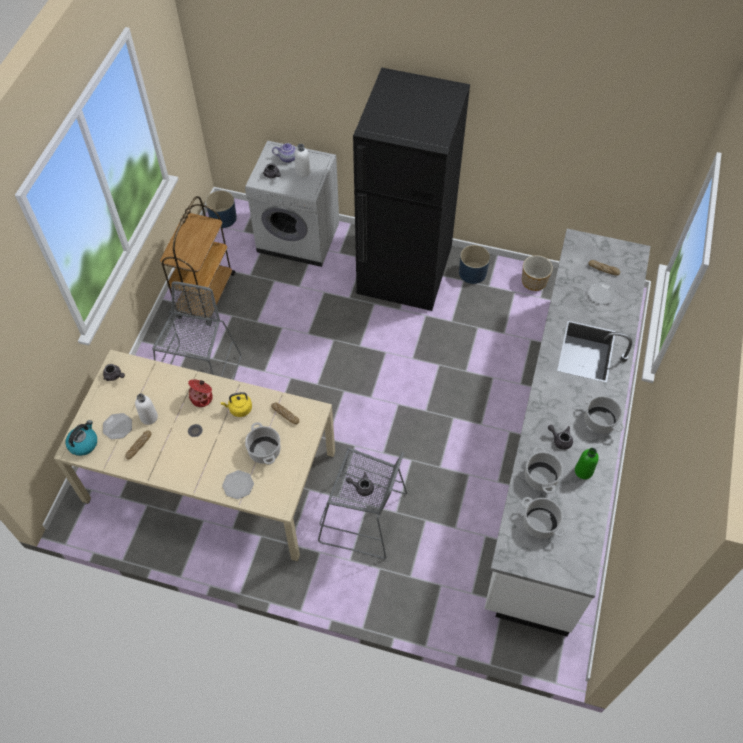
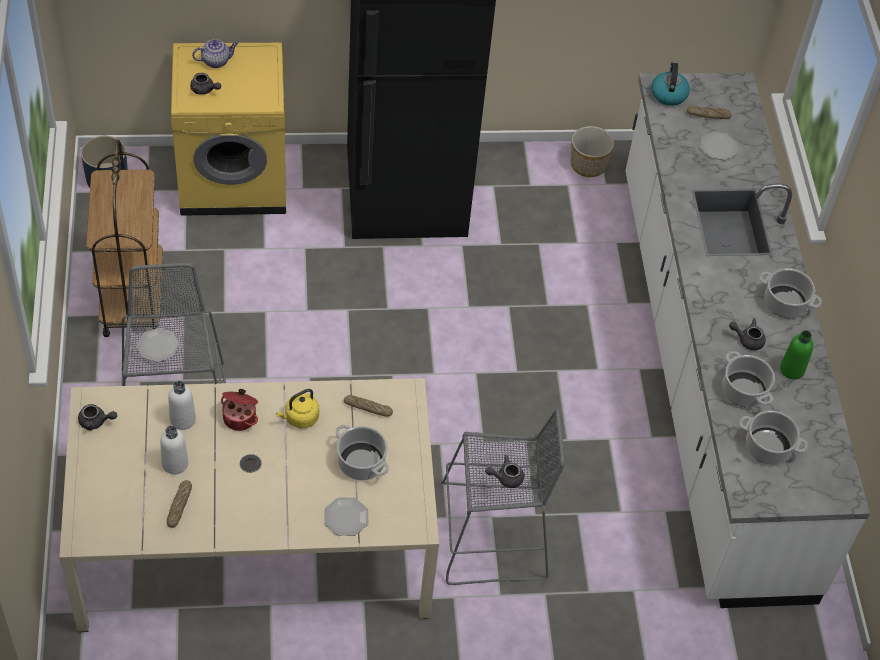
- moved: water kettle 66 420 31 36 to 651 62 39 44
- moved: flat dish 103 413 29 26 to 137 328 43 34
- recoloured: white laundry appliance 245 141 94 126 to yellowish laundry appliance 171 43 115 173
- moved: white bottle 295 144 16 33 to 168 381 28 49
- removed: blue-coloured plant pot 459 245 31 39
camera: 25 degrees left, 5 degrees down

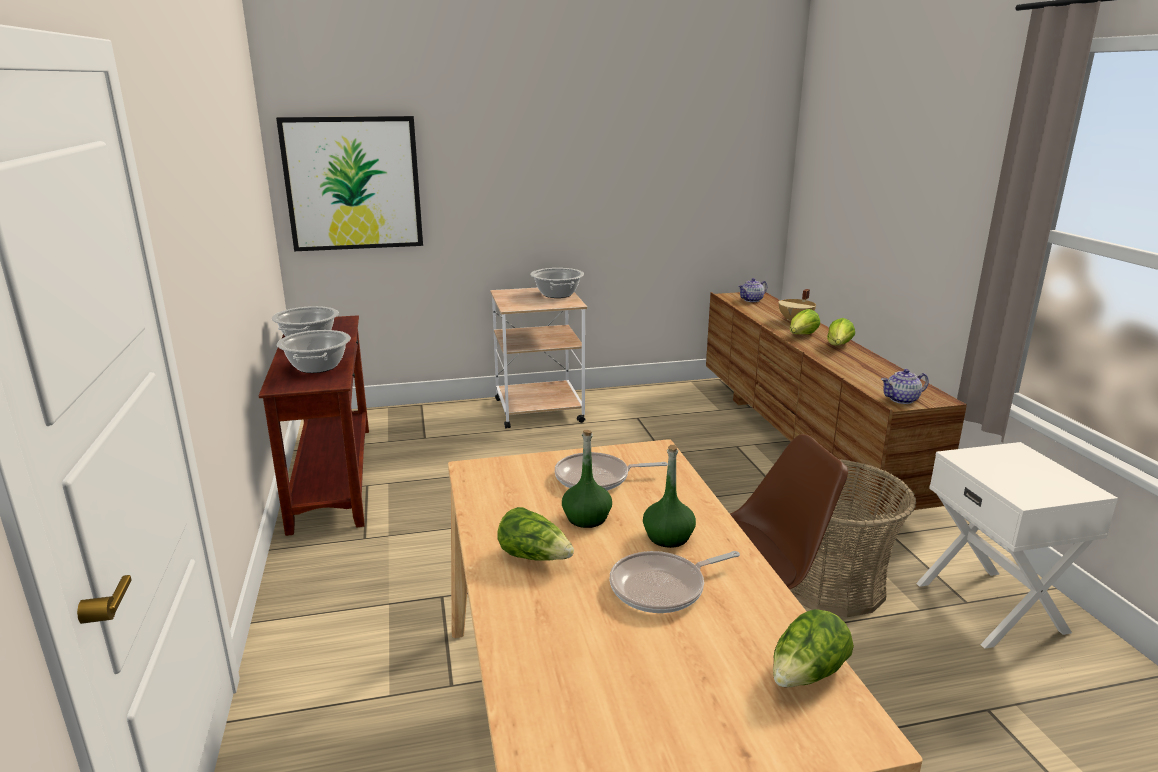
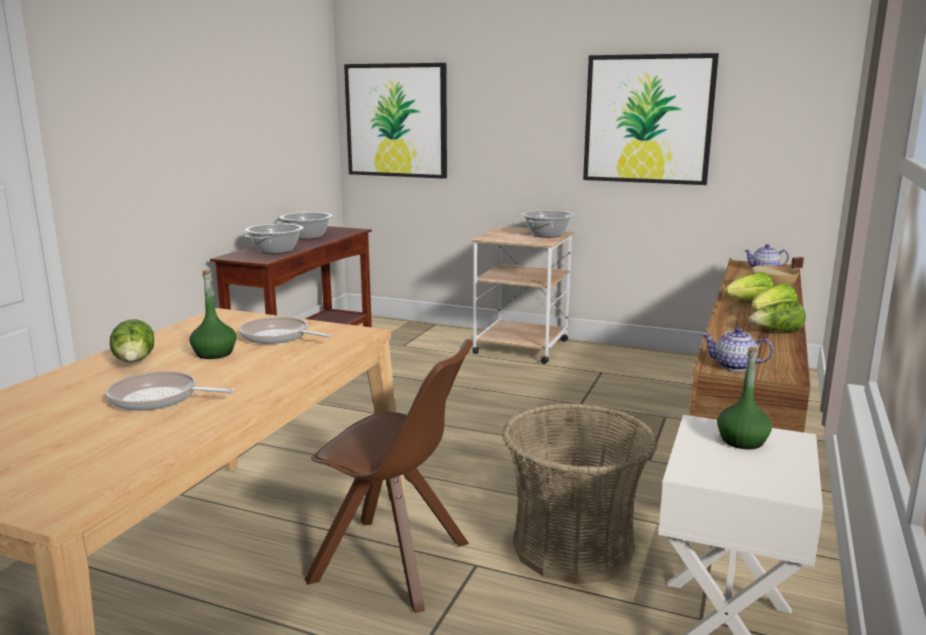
- moved: greenish bottle 643 445 53 103 to 717 347 55 102
- moved: lettuce head 773 609 81 78 to 749 301 57 31
- added: wall art 583 53 136 132
camera: 35 degrees right, 5 degrees down

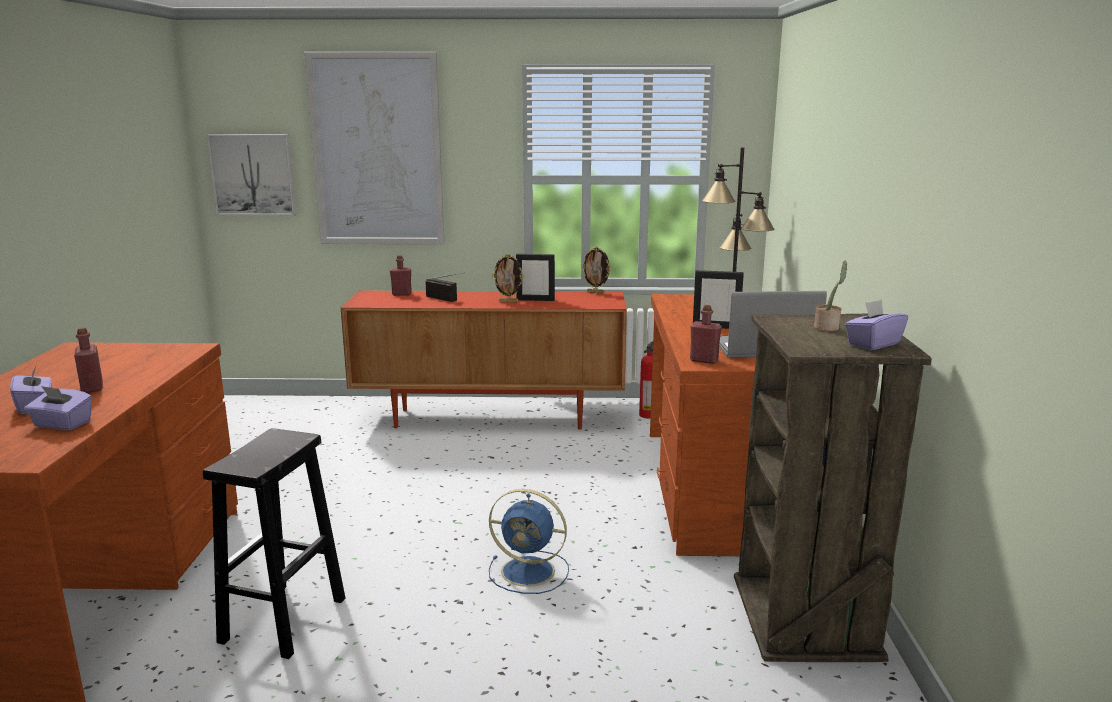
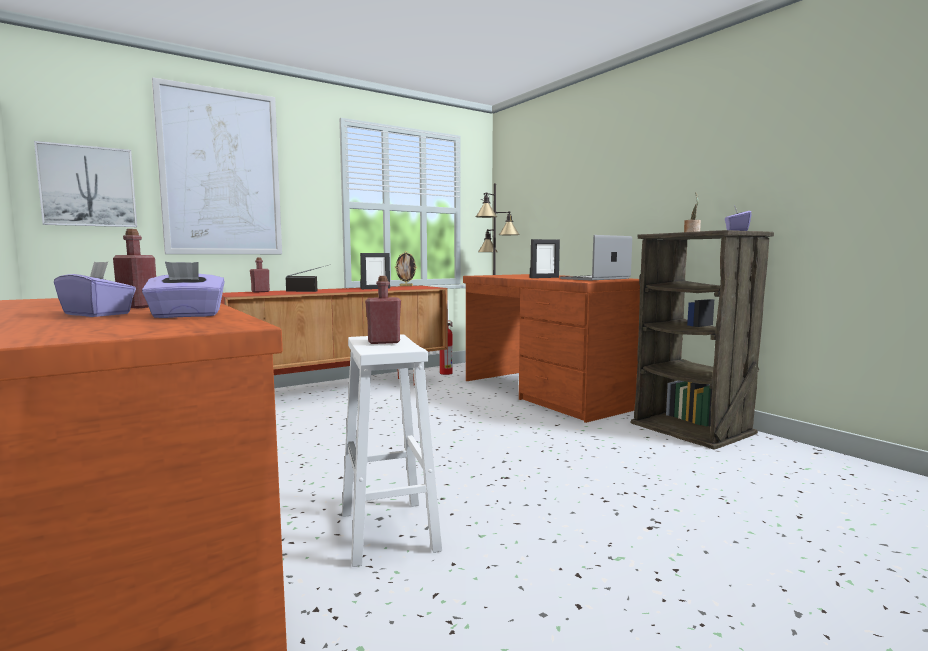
- recoloured: black-coloured stool seat 203 428 142 231 to white stool seat 342 335 100 232
- removed: blue-coloured fan 489 489 80 105
- removed: standing frame 492 254 32 48
- moved: reddish bottle 690 305 32 59 to 365 276 36 68
camera: 35 degrees left, 10 degrees down

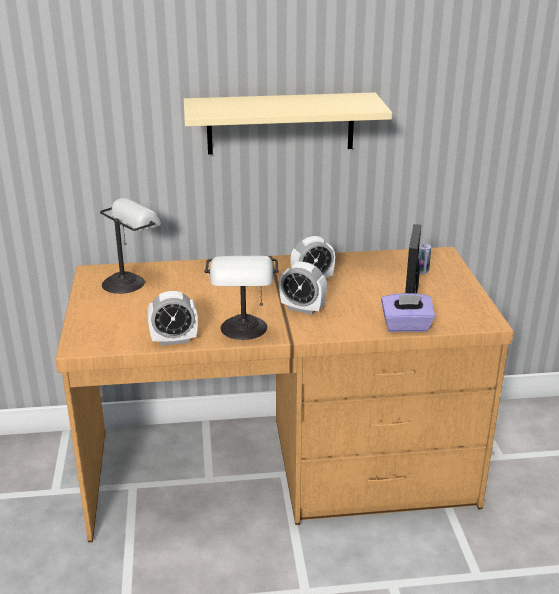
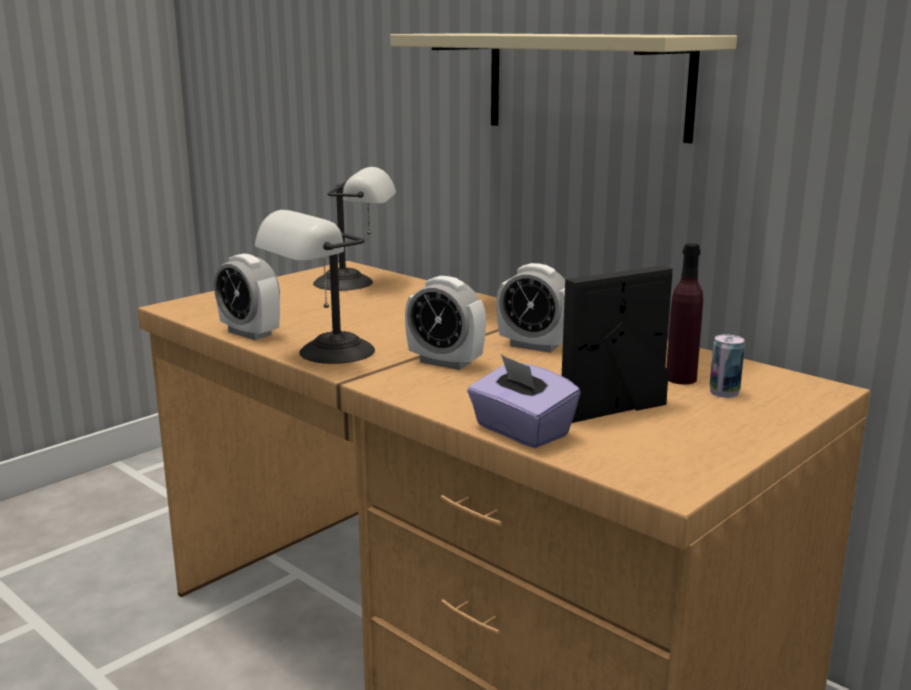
- turned: table clock 279 262 48 53 = 405 276 81 94 45 degrees counterclockwise
- added: purple-coloured bottle 666 243 37 141
camera: 50 degrees right, 10 degrees down

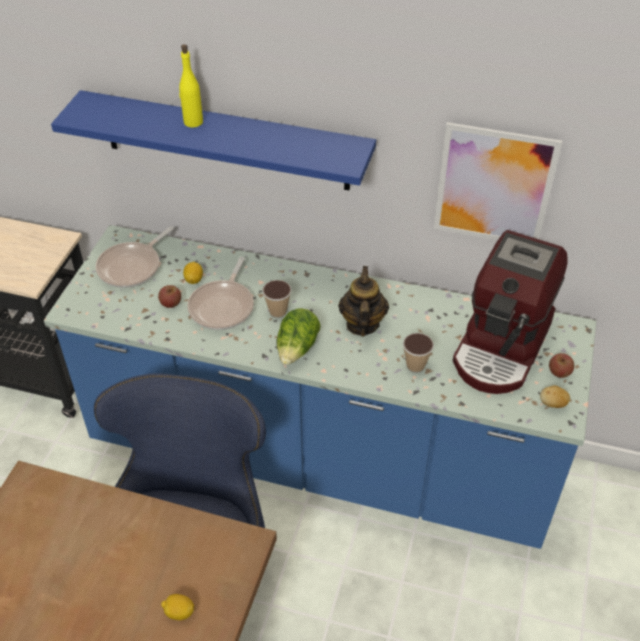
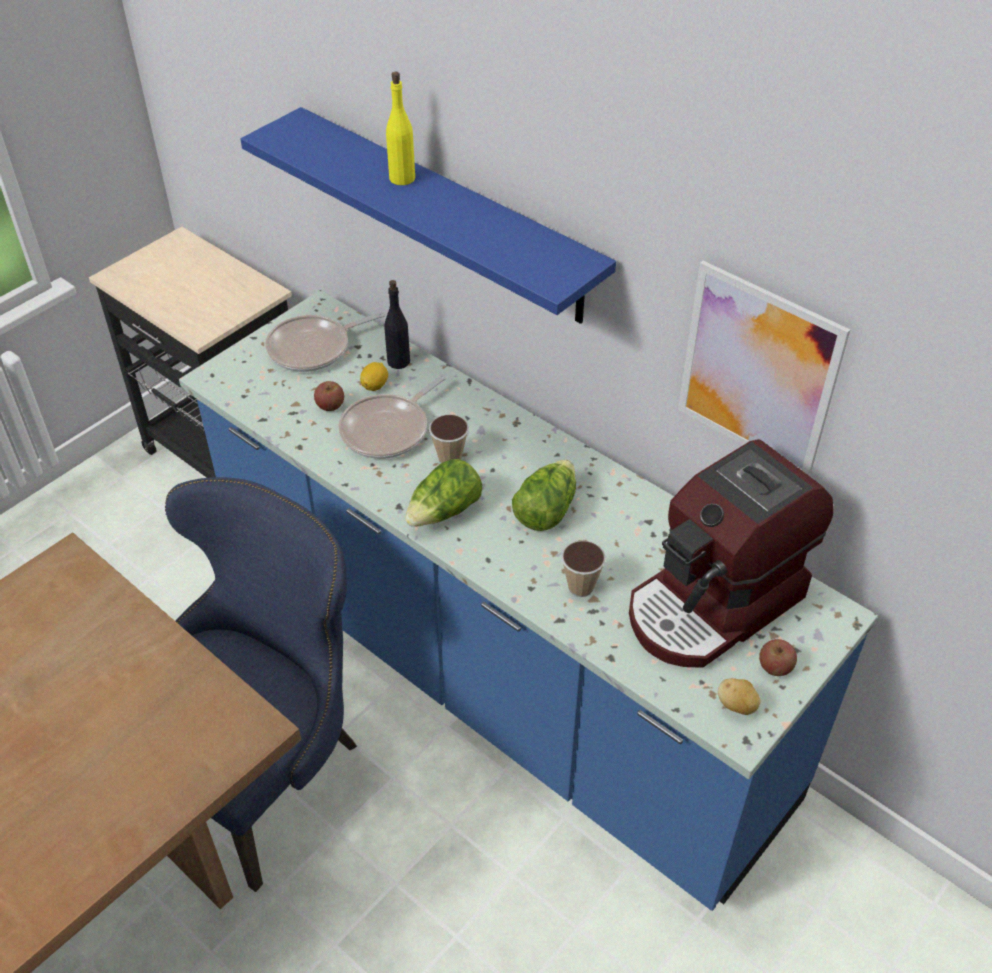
- removed: lemon 161 594 33 26
- replaced: tea pot 338 266 51 71 to lettuce head 512 460 64 71
- added: black-coloured bottle 384 280 26 89
camera: 25 degrees right, 0 degrees up

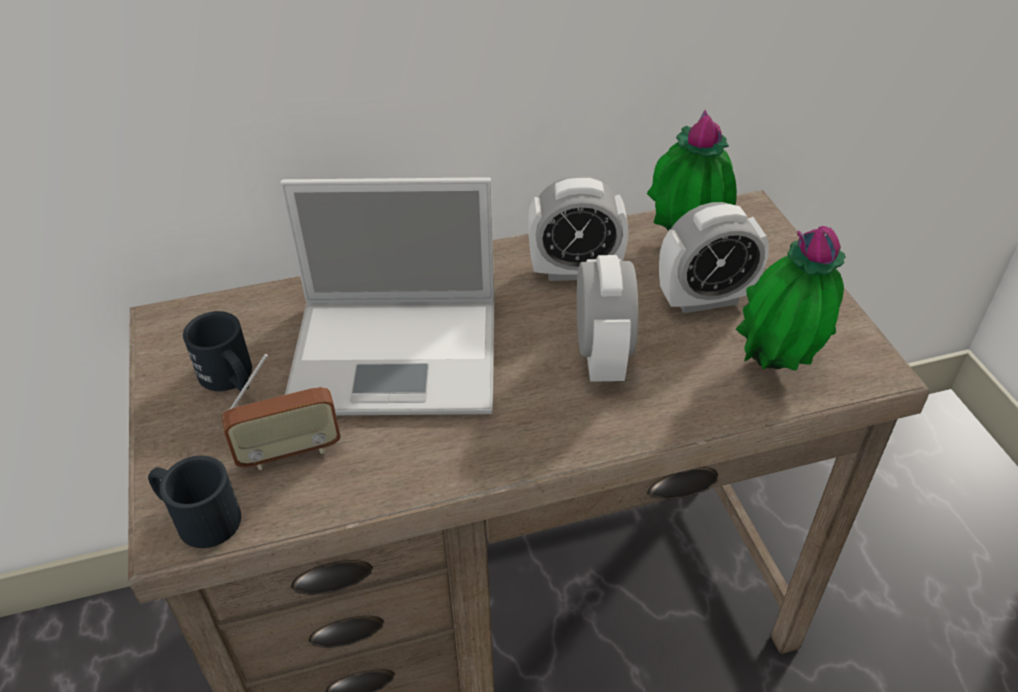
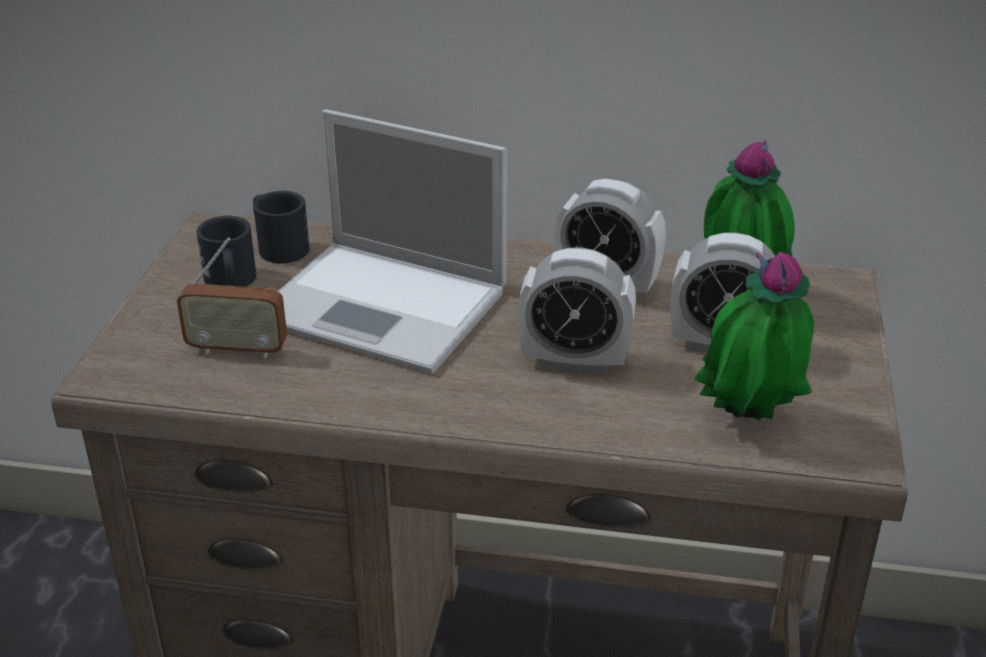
- moved: black-coloured mug 148 456 93 92 to 253 191 57 72
- turned: table clock 577 255 61 127 = 517 247 119 128 75 degrees clockwise
camera: 25 degrees right, 10 degrees down

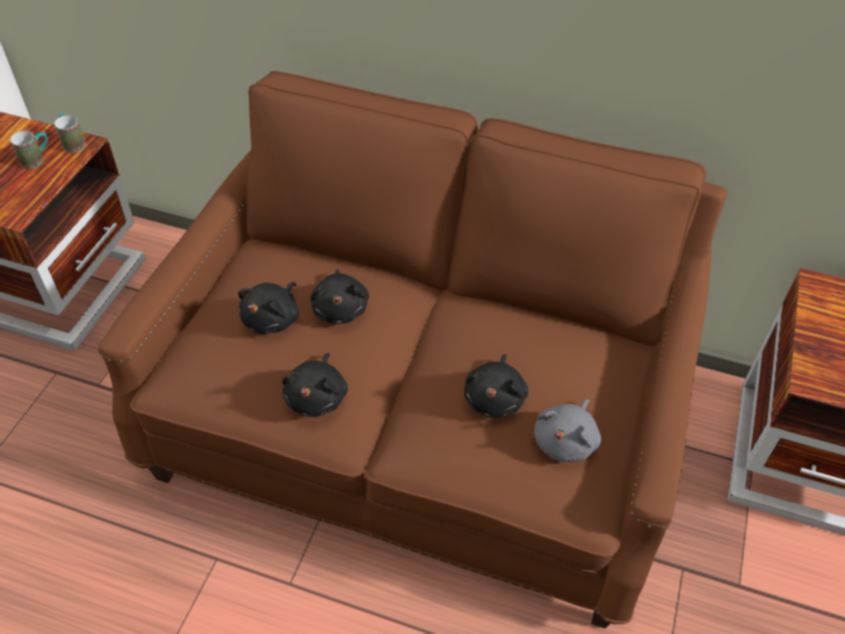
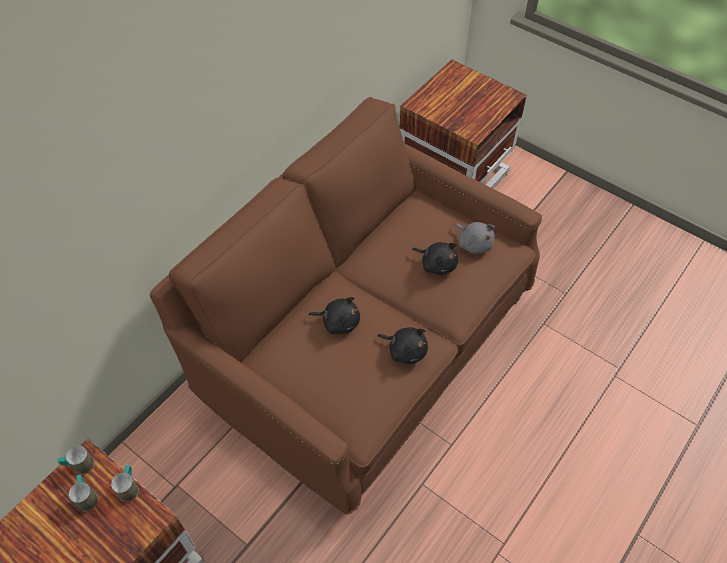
- removed: black-coloured cuddly toy 238 282 61 52
- added: mug 111 464 28 38
camera: 70 degrees left, 5 degrees up

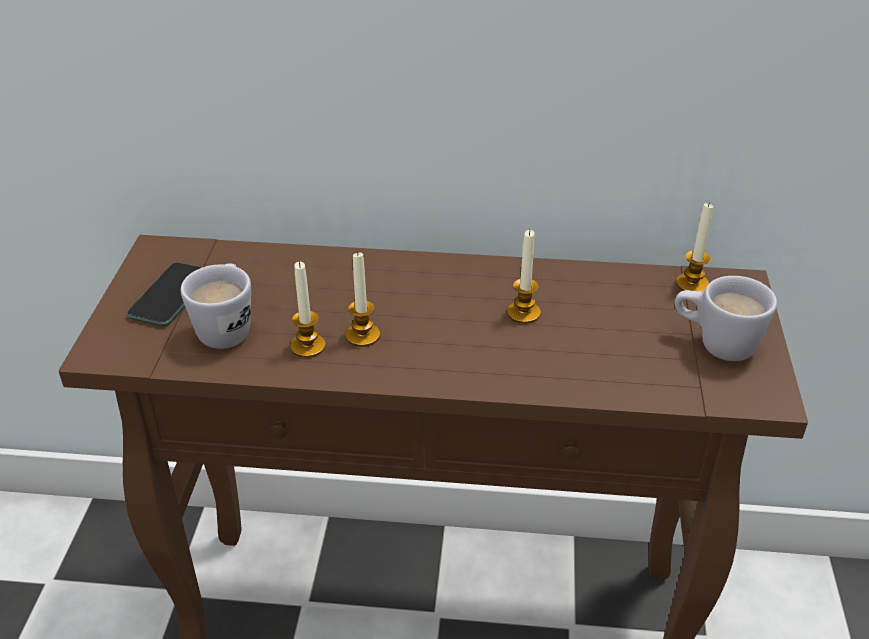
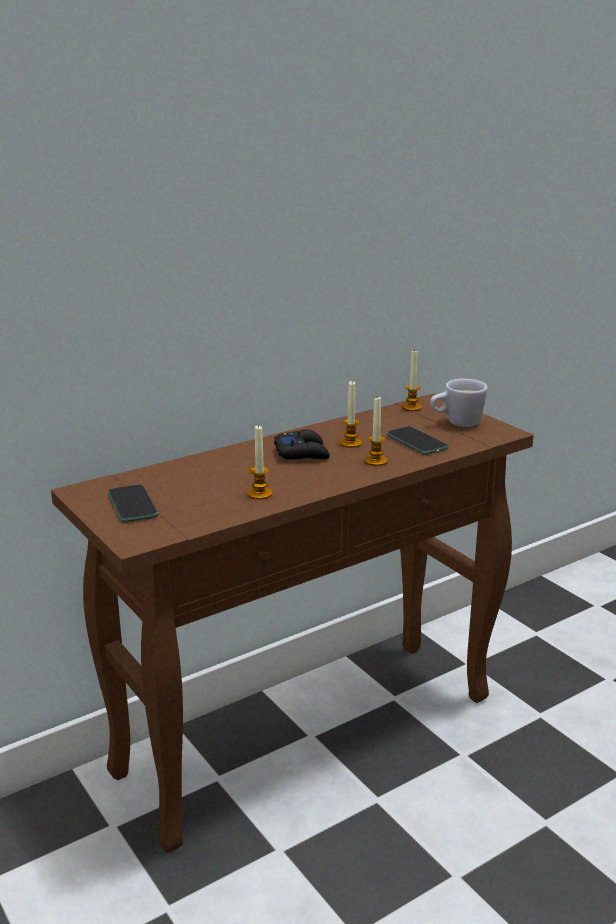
- removed: white mug 181 263 70 86
- moved: wax light 346 251 34 96 to 364 397 24 69
- added: black-coloured joypad 274 429 56 31
- added: phone 386 426 63 29
camera: 40 degrees left, 15 degrees down

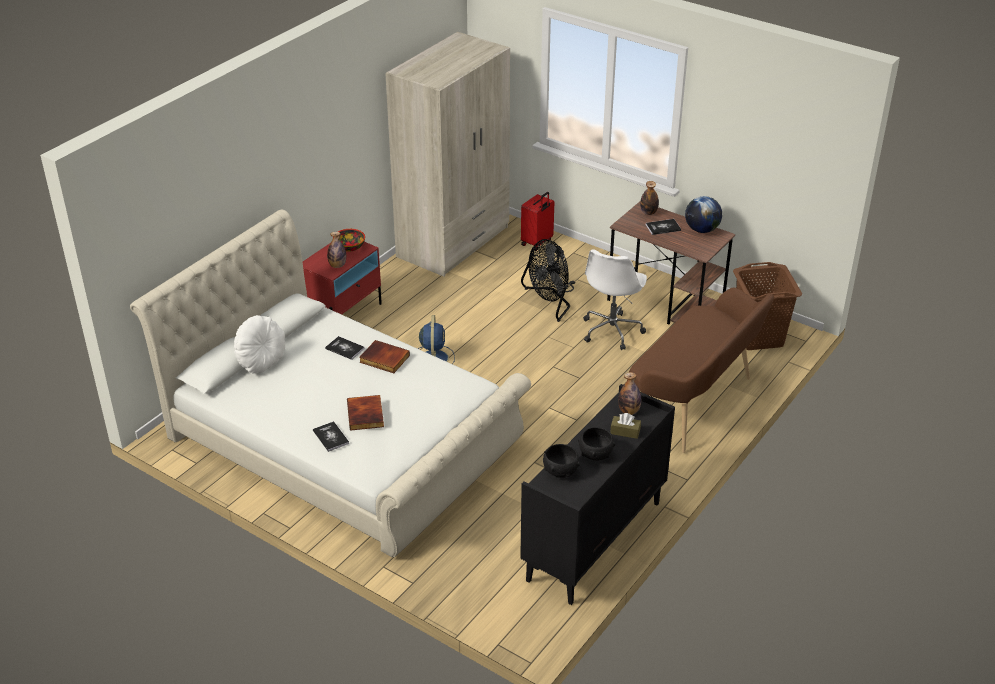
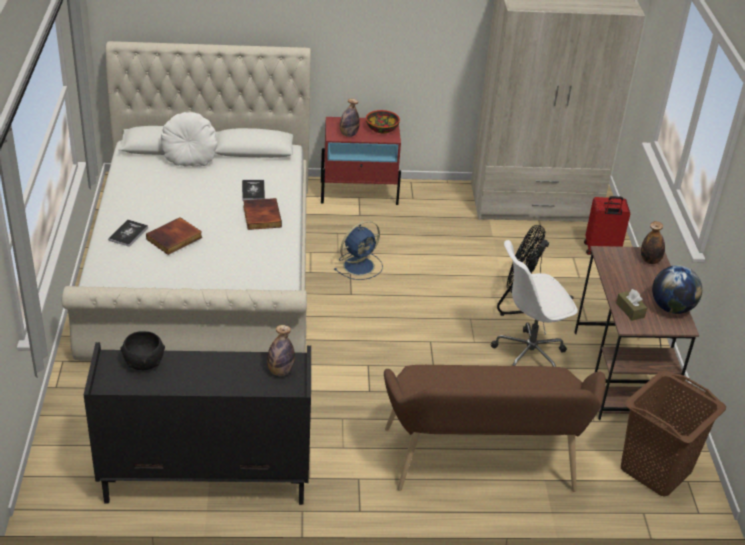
- removed: black-coloured serving bowl 578 427 37 34
- moved: brown-coloured tissue box 610 413 31 26 to 616 289 31 32
- removed: volume 646 219 35 16
camera: 50 degrees right, 0 degrees up

